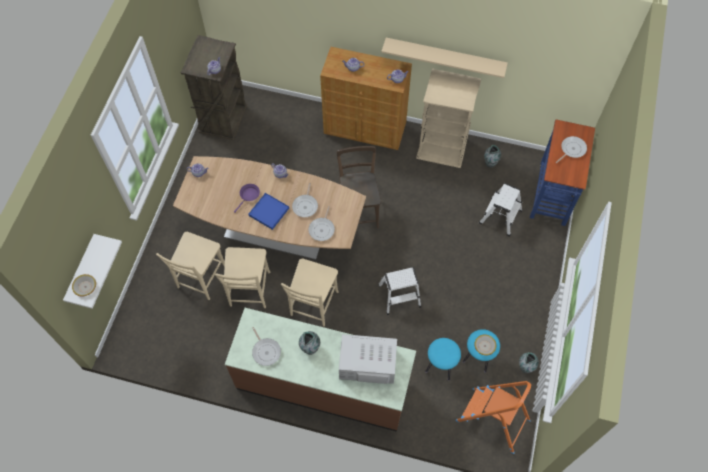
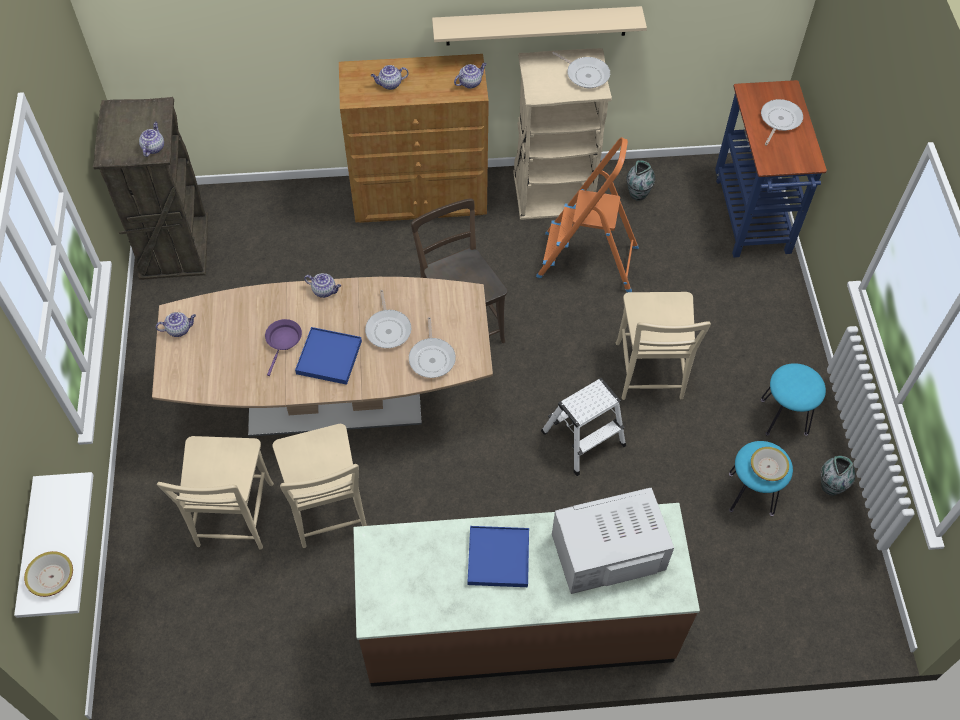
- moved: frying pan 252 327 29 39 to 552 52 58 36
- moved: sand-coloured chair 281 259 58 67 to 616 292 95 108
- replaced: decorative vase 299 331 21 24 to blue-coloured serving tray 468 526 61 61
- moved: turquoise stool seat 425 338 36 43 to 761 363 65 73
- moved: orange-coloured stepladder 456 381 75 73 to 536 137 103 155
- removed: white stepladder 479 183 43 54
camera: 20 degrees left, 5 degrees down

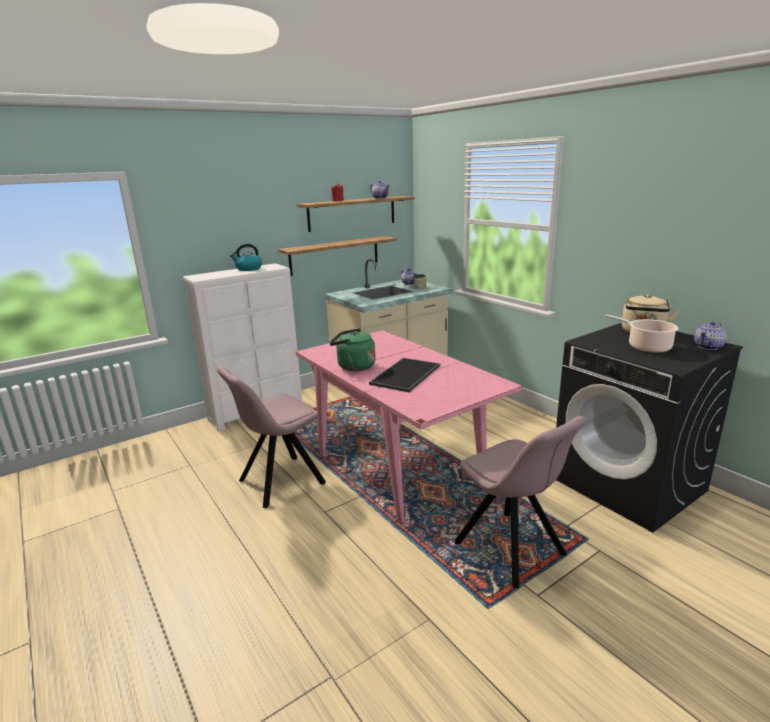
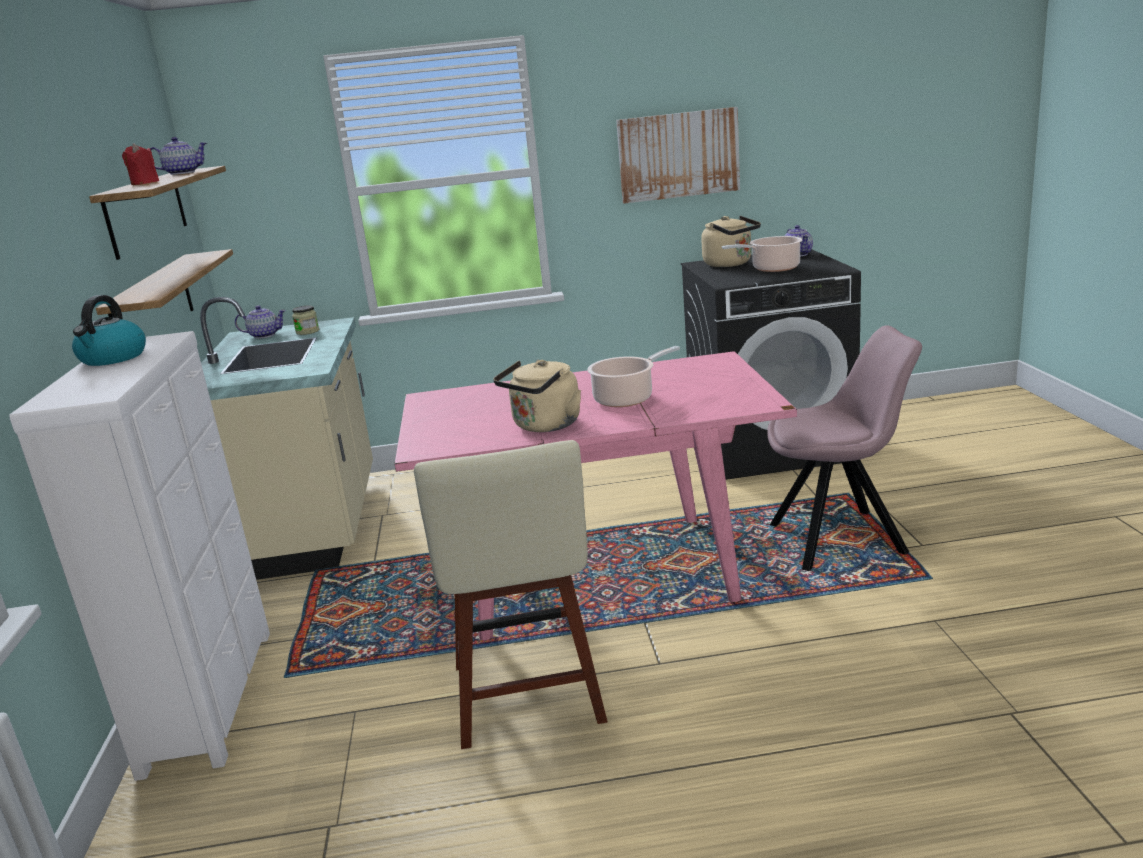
- replaced: pink chair 217 366 109 142 to sand-coloured stool seat 414 440 193 309
- recoloured: greenish water kettle 330 329 45 42 to sand-coloured water kettle 493 360 88 72
- replaced: serving tray 369 358 71 34 to cooking pot 587 346 93 61
- added: wall art 616 107 124 97
camera: 60 degrees left, 0 degrees up

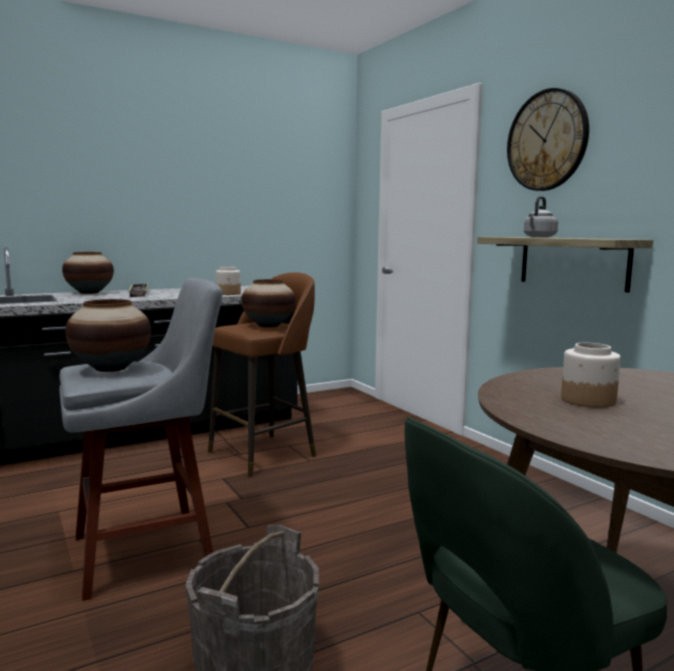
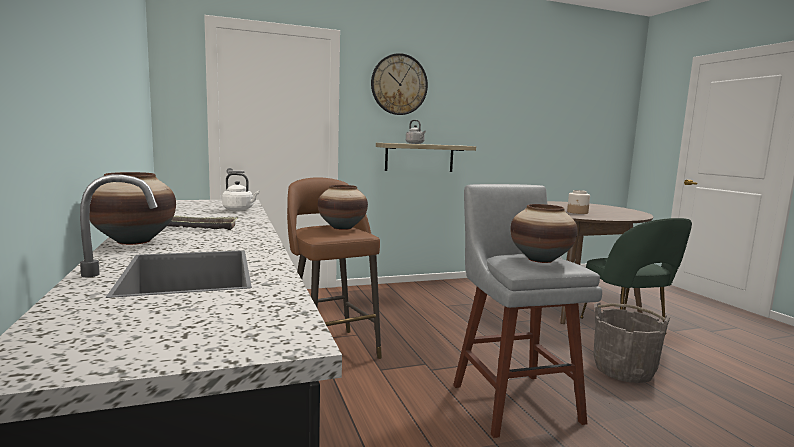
- replaced: storage jar 216 267 25 28 to white water kettle 222 173 38 38
camera: 80 degrees left, 0 degrees up

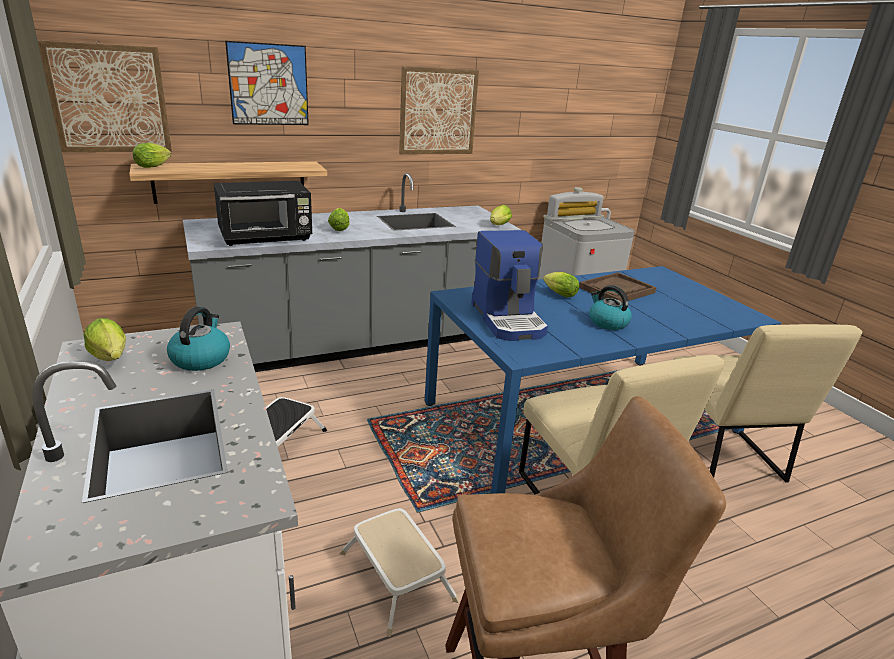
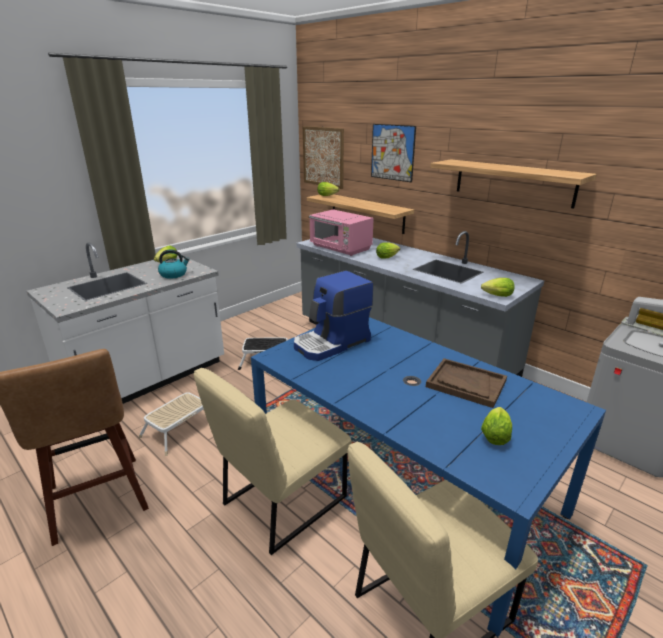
- recoloured: black-coloured microwave 214 181 98 65 to pink microwave 309 209 65 47
- replaced: wall art 399 66 80 89 to bracket shelf 430 160 167 48
- moved: lettuce head 543 272 36 25 to 481 407 31 38
- removed: water kettle 589 285 43 45
camera: 70 degrees right, 0 degrees up

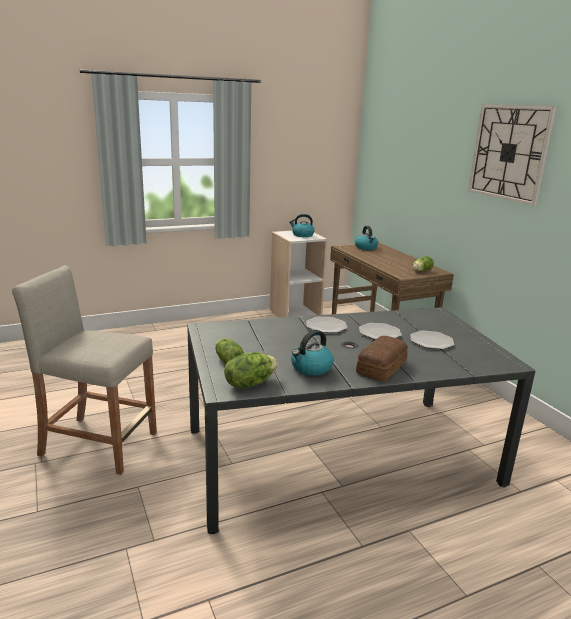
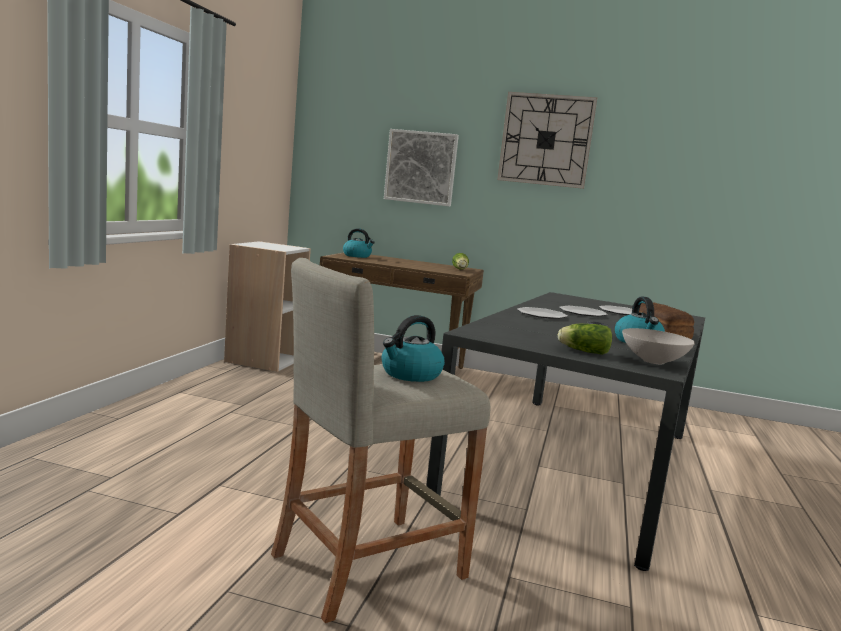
- replaced: lettuce head 224 352 54 36 to white serving bowl 622 328 73 36
- moved: water kettle 289 214 26 23 to 382 315 63 67
- added: wall art 384 129 75 77
camera: 50 degrees left, 10 degrees down

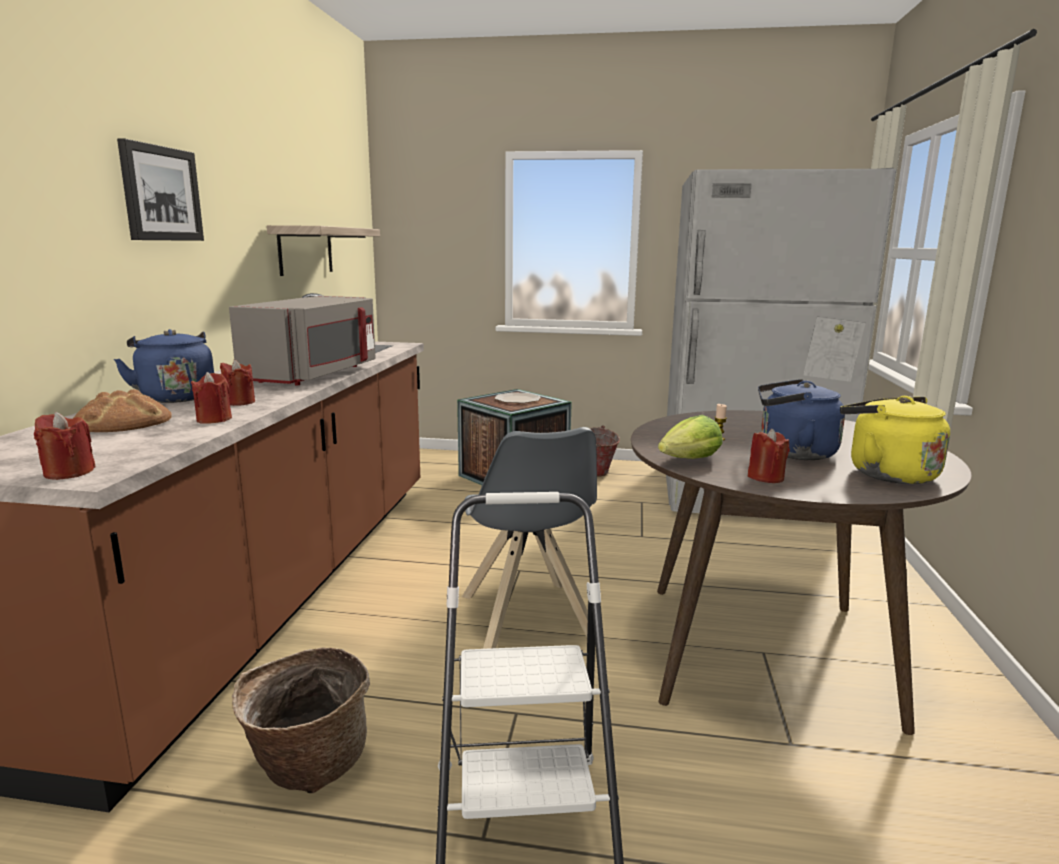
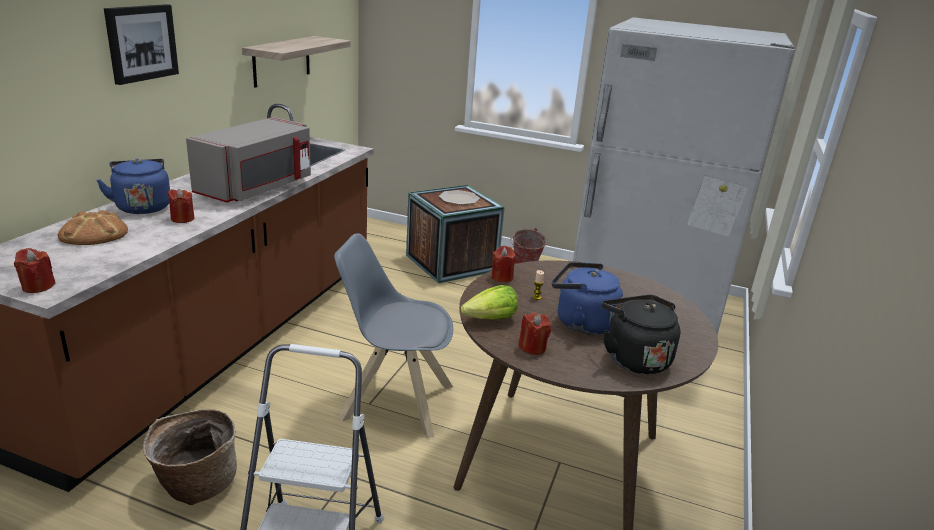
- moved: reddish wax light 191 372 41 52 to 491 246 25 36
- turned: greyish chair 462 427 135 222 = 334 233 119 205 105 degrees clockwise
- recoloured: yellowish water kettle 840 396 110 88 to black-coloured water kettle 602 295 78 79
camera: 10 degrees right, 10 degrees up

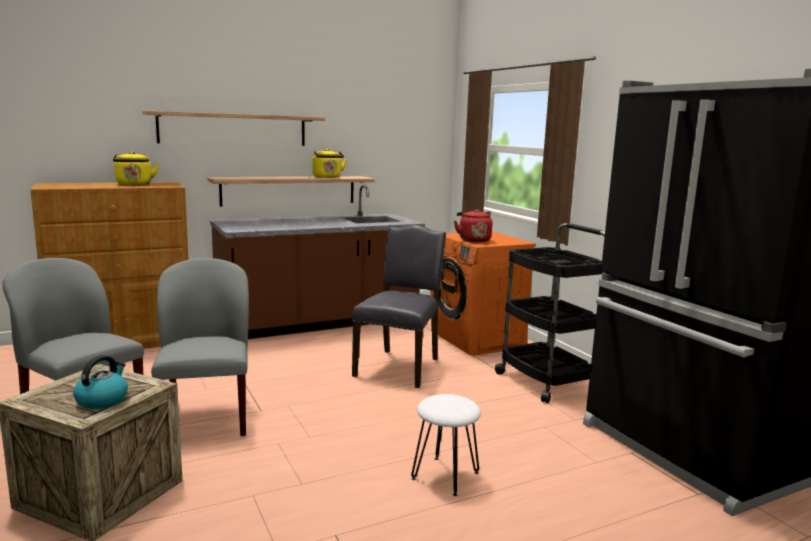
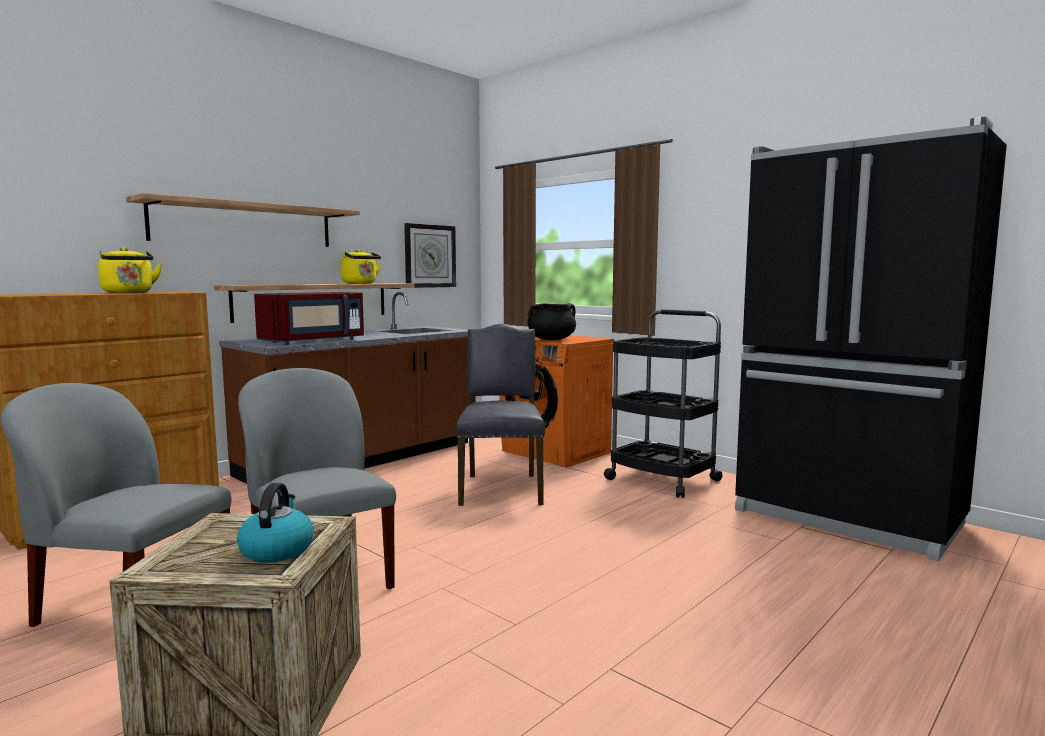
- removed: white stool seat 411 394 70 102
- replaced: reddish water kettle 454 209 38 34 to black-coloured cooking pot 527 303 49 37
- added: reddish microwave 254 292 110 53
- added: clock on the wall 404 223 52 65
camera: 20 degrees left, 5 degrees down

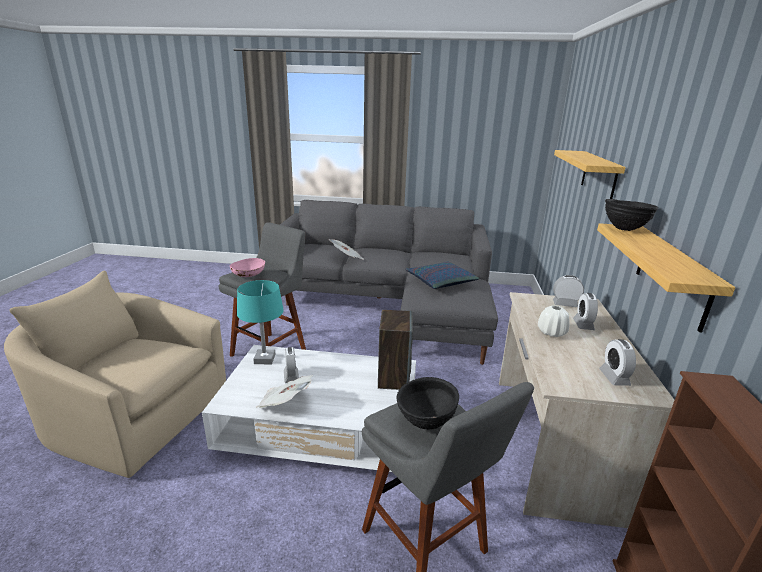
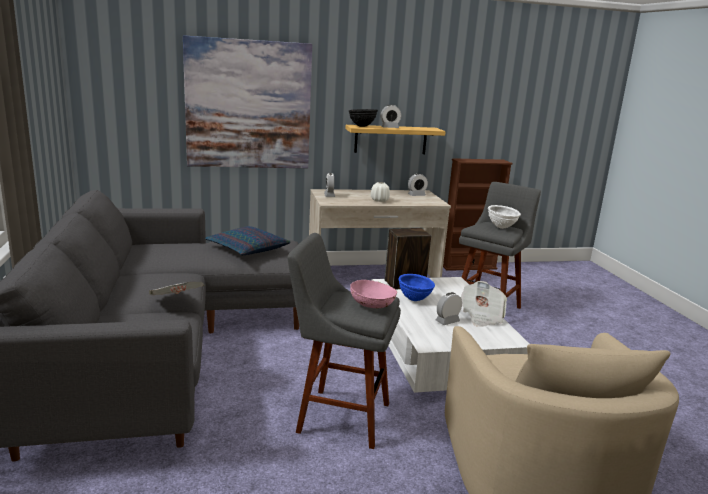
- removed: turquoise table lamp 237 280 47 84
- recoloured: black-coloured serving bowl 397 377 62 53 to white serving bowl 488 205 33 24
- replaced: bracket shelf 554 150 72 49 to wall art 183 35 129 133
- moved: table clock 573 293 25 37 to 381 105 20 23
- added: blue-coloured serving bowl 399 274 36 27
camera: 110 degrees left, 5 degrees down

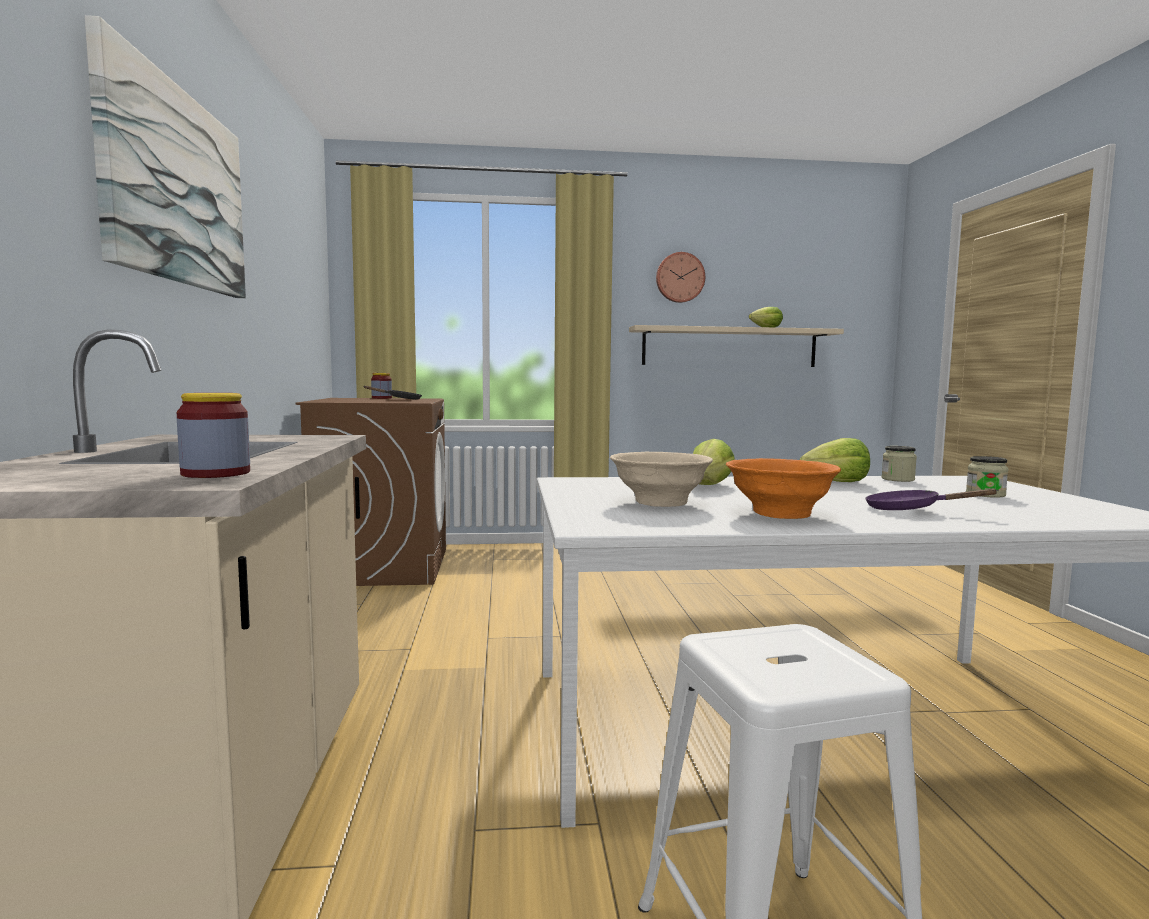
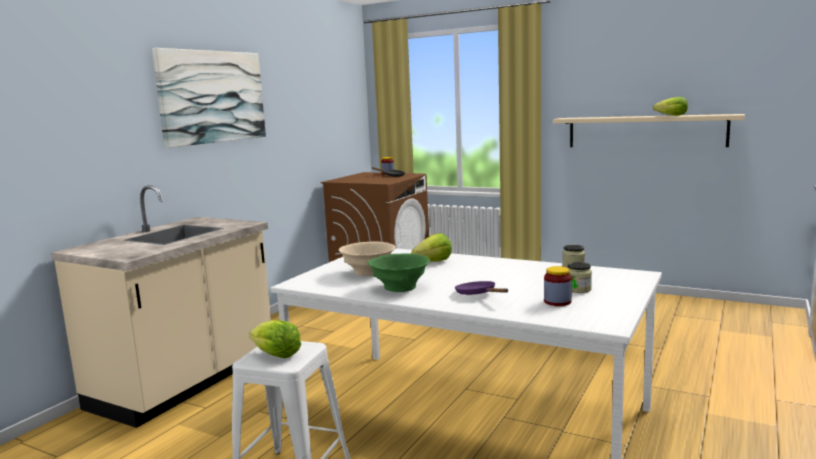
- moved: storage jar 177 393 73 85 to 544 266 28 40
- removed: clock on the wall 656 252 49 51
- recoloured: orange-coloured serving bowl 726 458 115 61 to greenish serving bowl 368 253 62 39
- moved: lettuce head 800 438 70 44 to 249 320 52 38
camera: 35 degrees right, 5 degrees up

